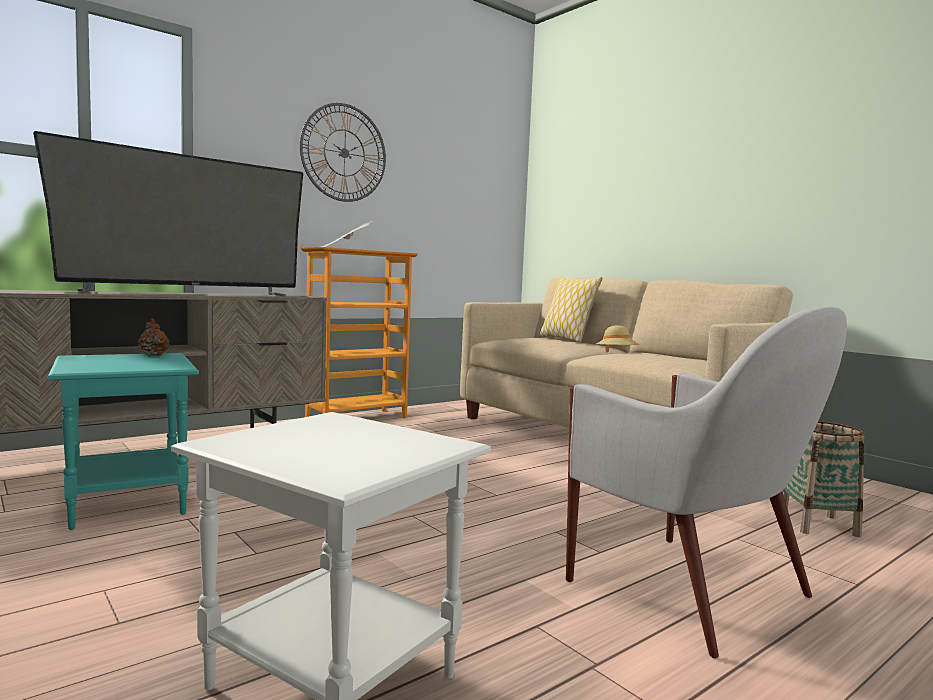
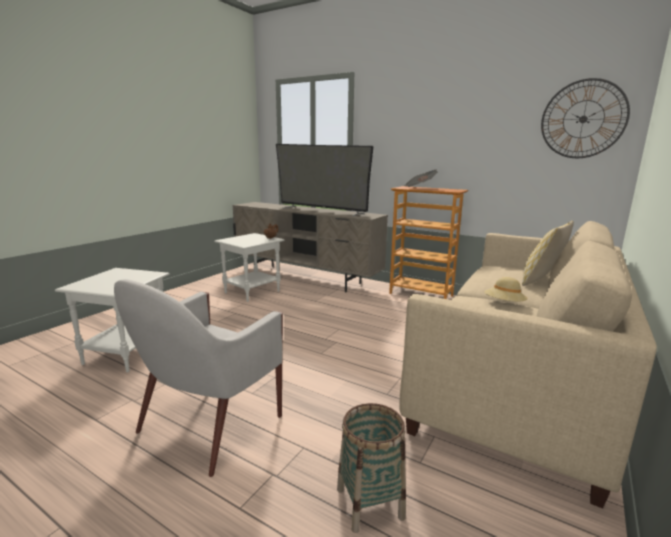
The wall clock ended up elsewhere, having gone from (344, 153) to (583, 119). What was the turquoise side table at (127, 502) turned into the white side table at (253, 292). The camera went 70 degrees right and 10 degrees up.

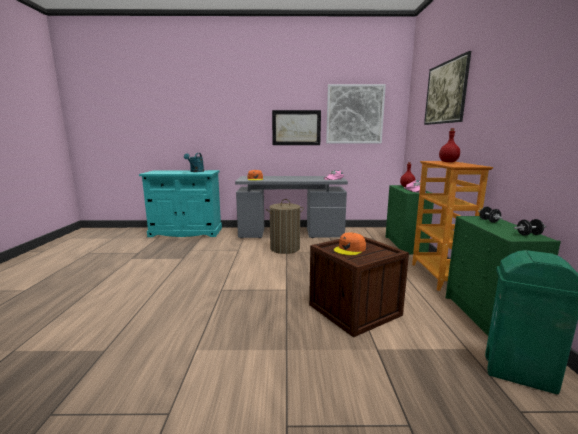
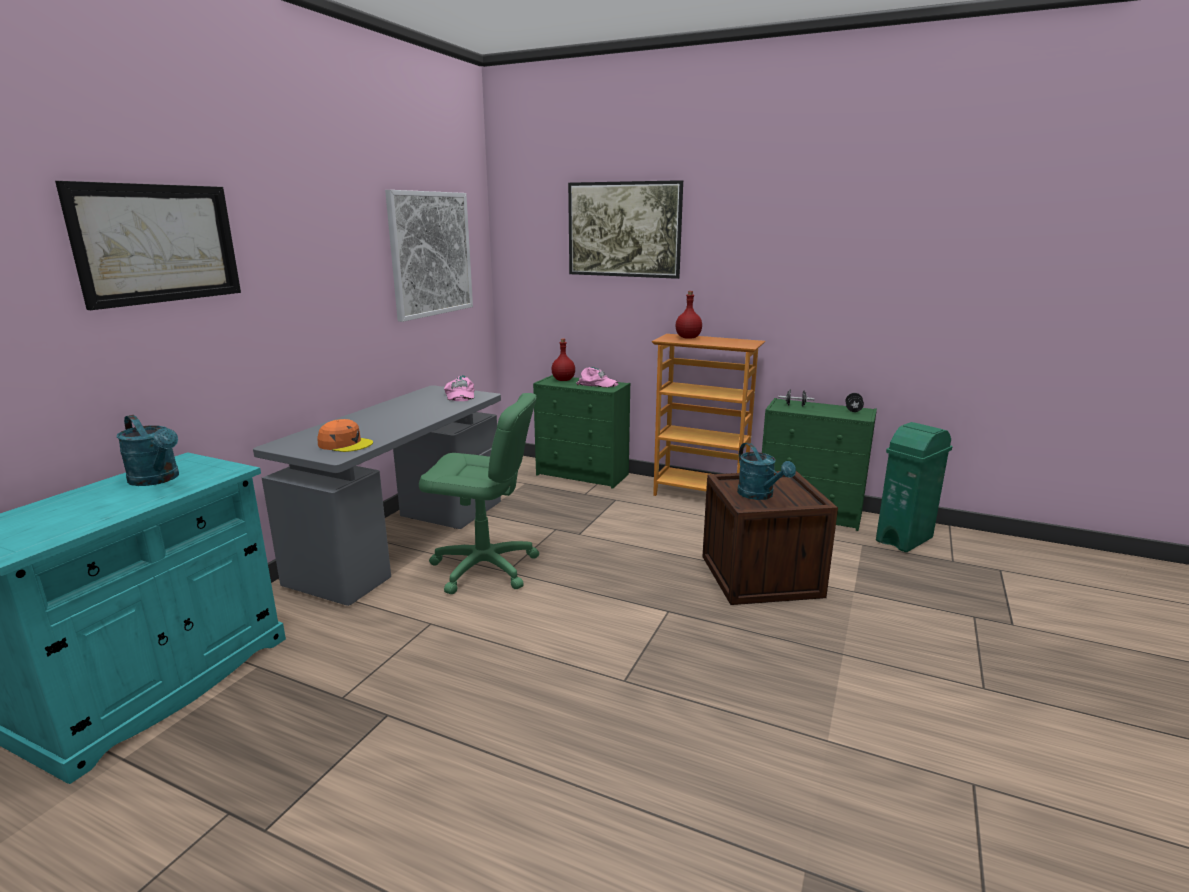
The picture ended up elsewhere, having gone from (296, 127) to (157, 243). Where the laundry basket stood at (285, 248), the green office chair came to stand at (484, 568). Where the orange cap stood at (350, 249), the turquoise watering can came to stand at (760, 495). The camera went 65 degrees left and 5 degrees up.

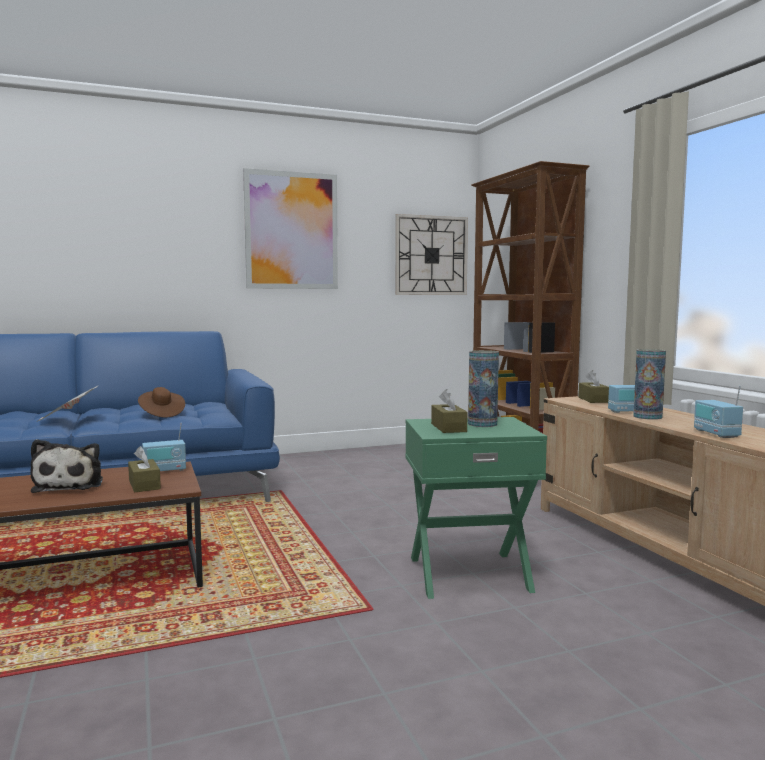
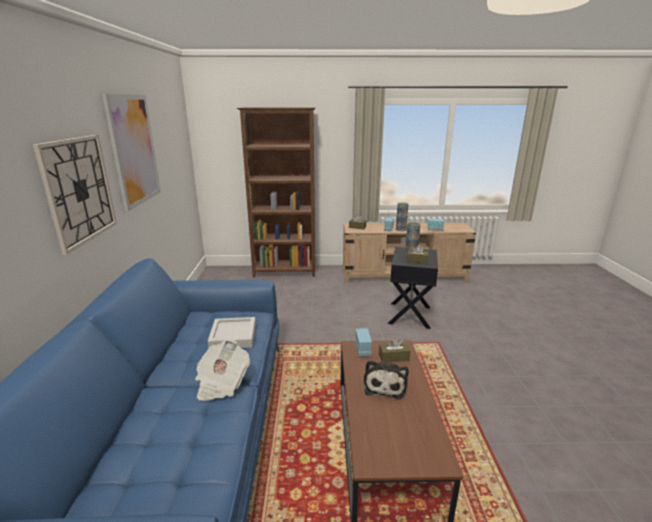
The wall clock ended up elsewhere, having gone from (431, 255) to (79, 190). Where the brown hat stood at (161, 414), the grey tray came to stand at (233, 337). What was the green side table at (468, 573) turned into the black side table at (408, 315). The plush toy at (70, 485) ended up facing another way, 90 degrees clockwise from before. The camera went 70 degrees left and 15 degrees up.

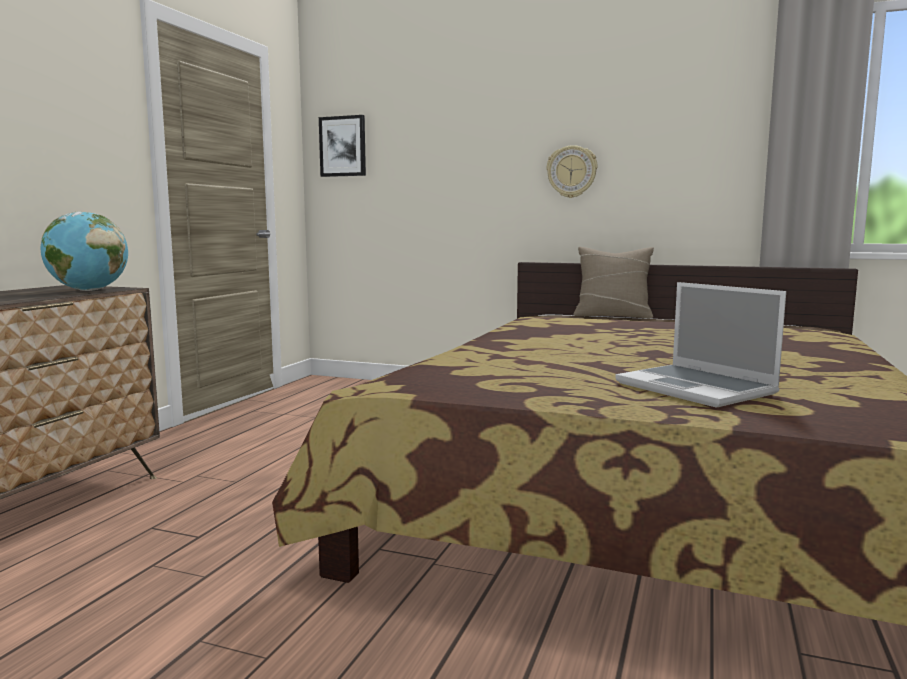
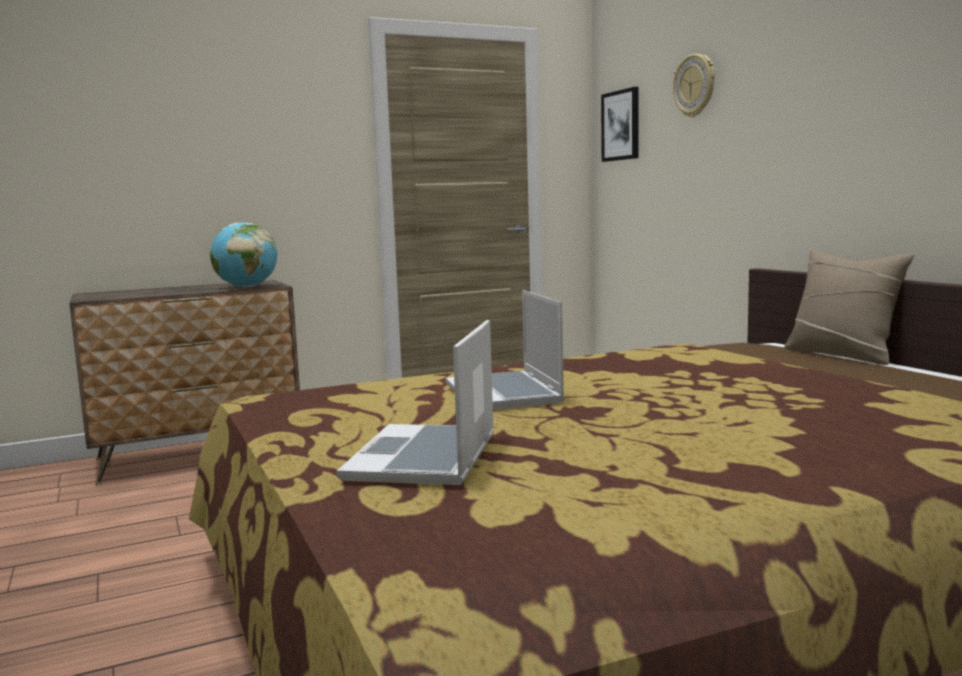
The wall clock ended up elsewhere, having gone from (571, 172) to (695, 85). The second view gained the laptop at (505, 394). The camera went 45 degrees right and 0 degrees up.

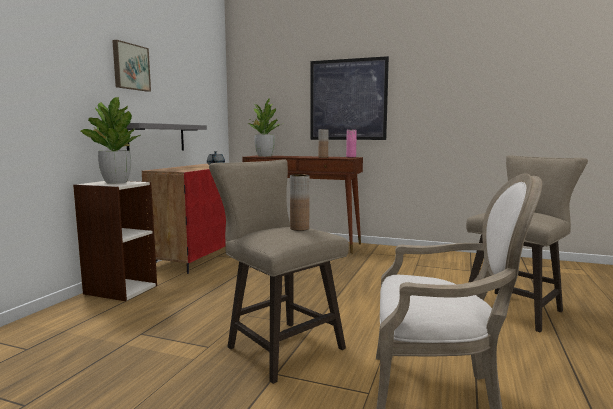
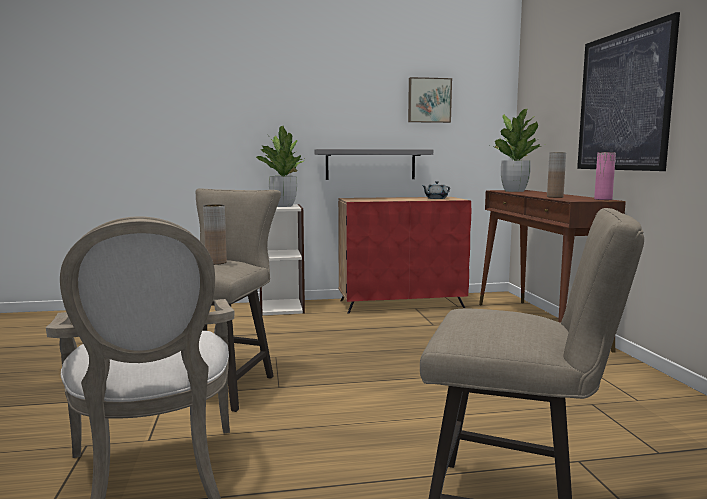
The picture ended up elsewhere, having gone from (130, 67) to (429, 100). The camera went 60 degrees right and 0 degrees up.

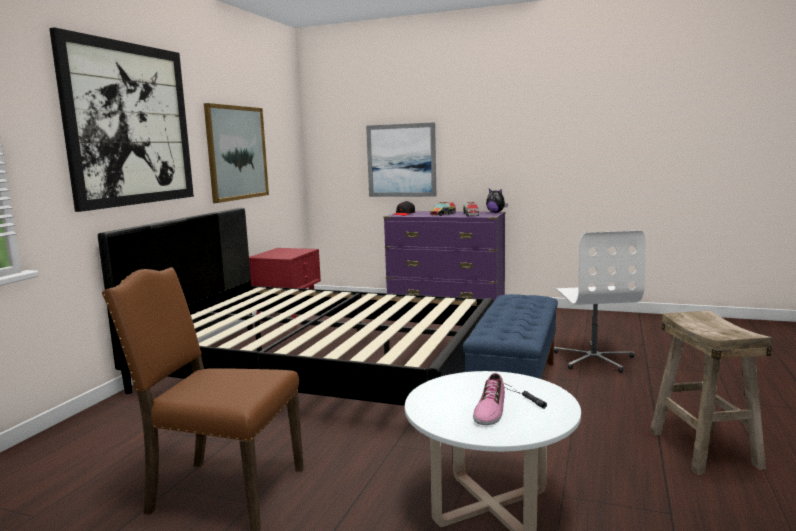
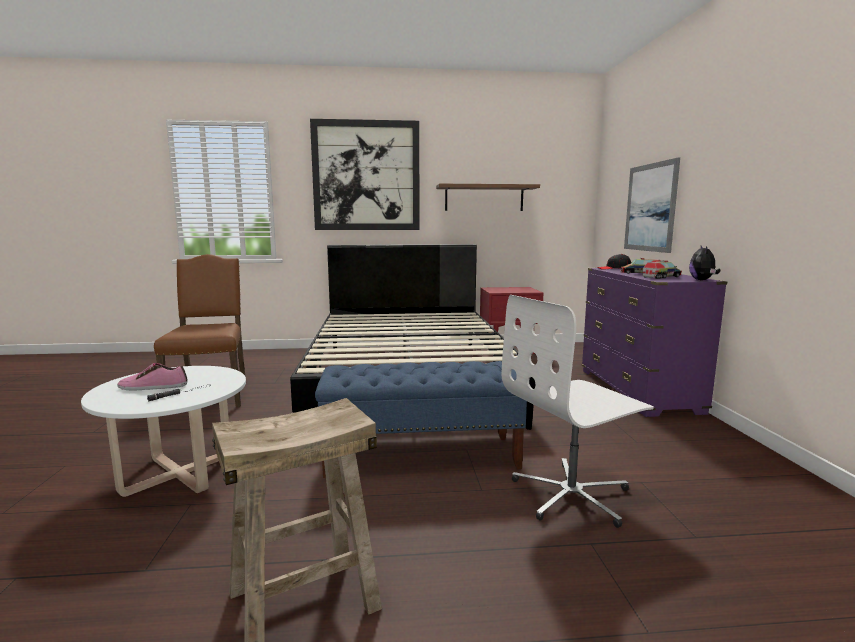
Where the picture hung at (237, 153), the shelf came to hang at (484, 198). The camera went 65 degrees right and 0 degrees up.

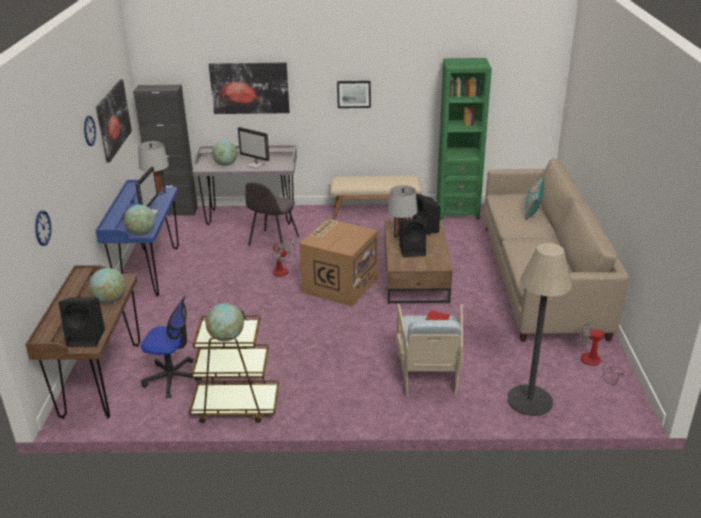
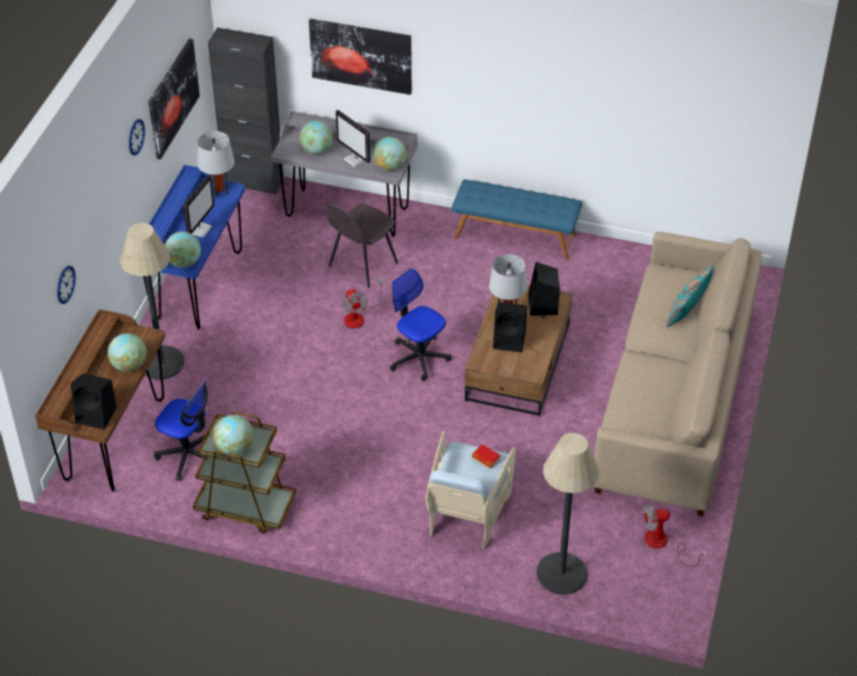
The second view lost the green bookcase at (457, 212). The second view lost the picture at (354, 94). What was the beige bench at (375, 211) turned into the blue bench at (515, 235). Where the cardboard box stood at (340, 285), the office chair came to stand at (419, 357). The fan at (595, 364) ended up facing another way, 45 degrees counterclockwise from before. The second view gained the globe at (389, 167). The second view gained the floor lamp at (161, 363). The camera went 15 degrees right and 15 degrees up.

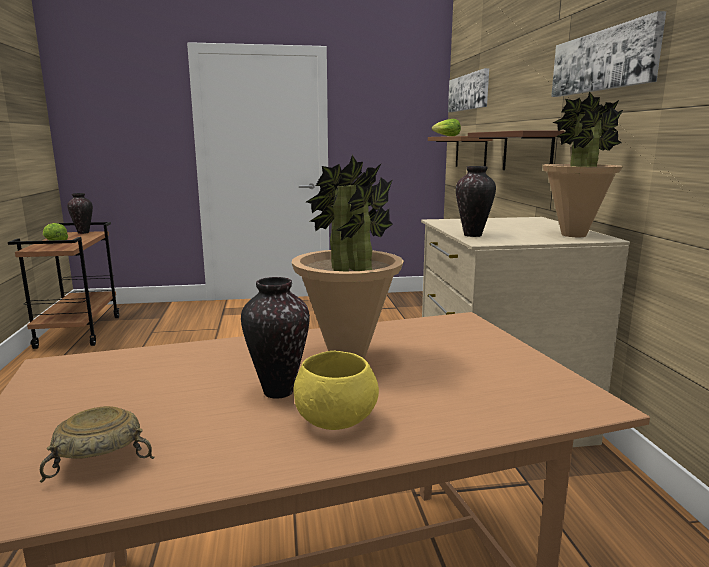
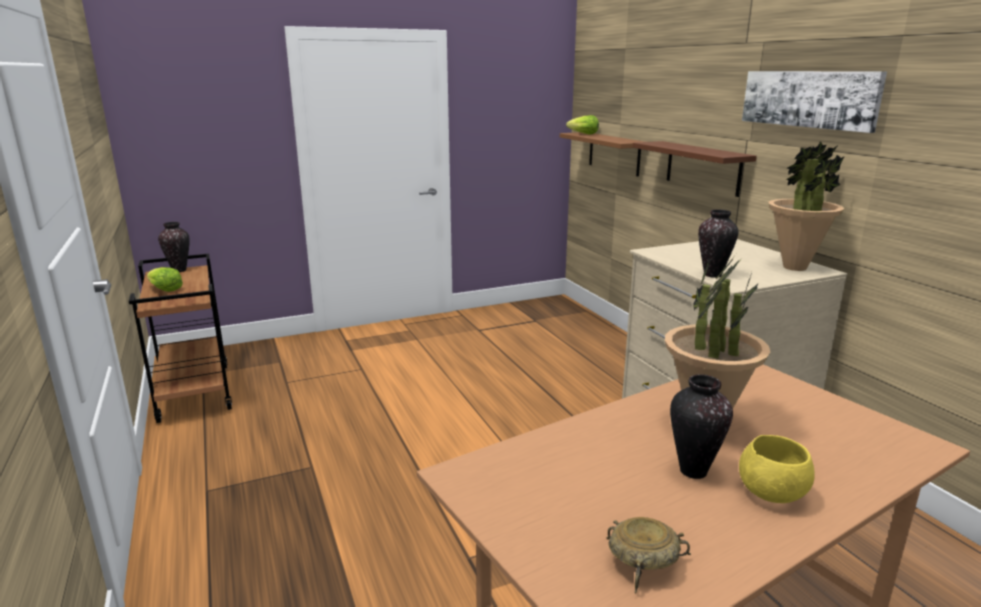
The second view lost the picture at (468, 92). The camera went 15 degrees left and 5 degrees up.

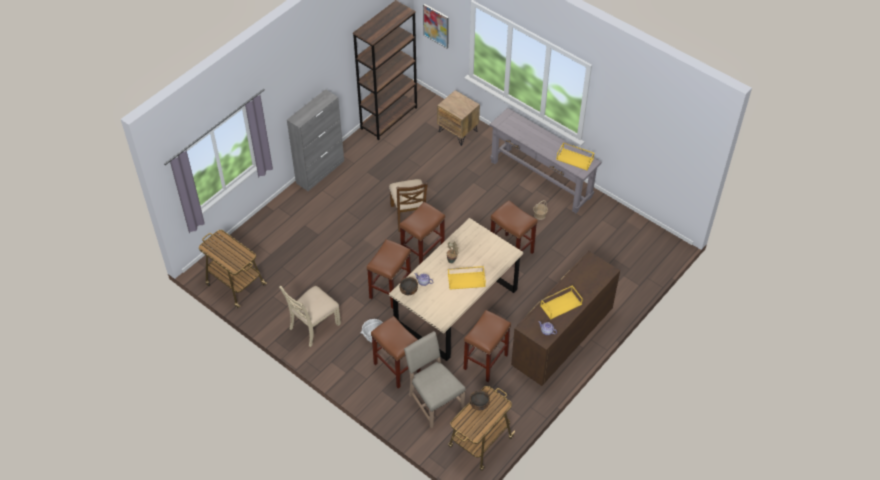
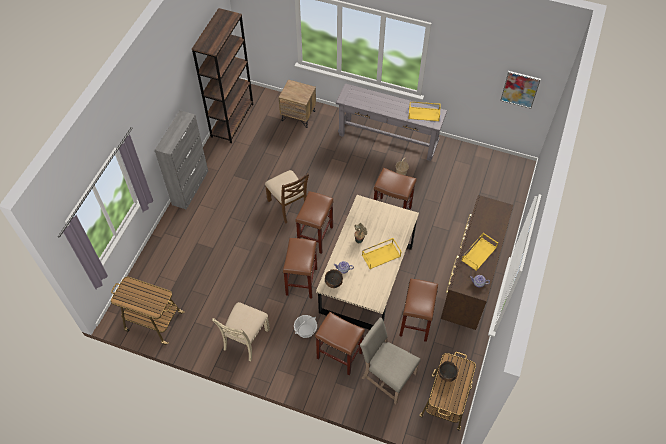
The picture ended up elsewhere, having gone from (436, 25) to (520, 89). The camera went 20 degrees left and 5 degrees up.

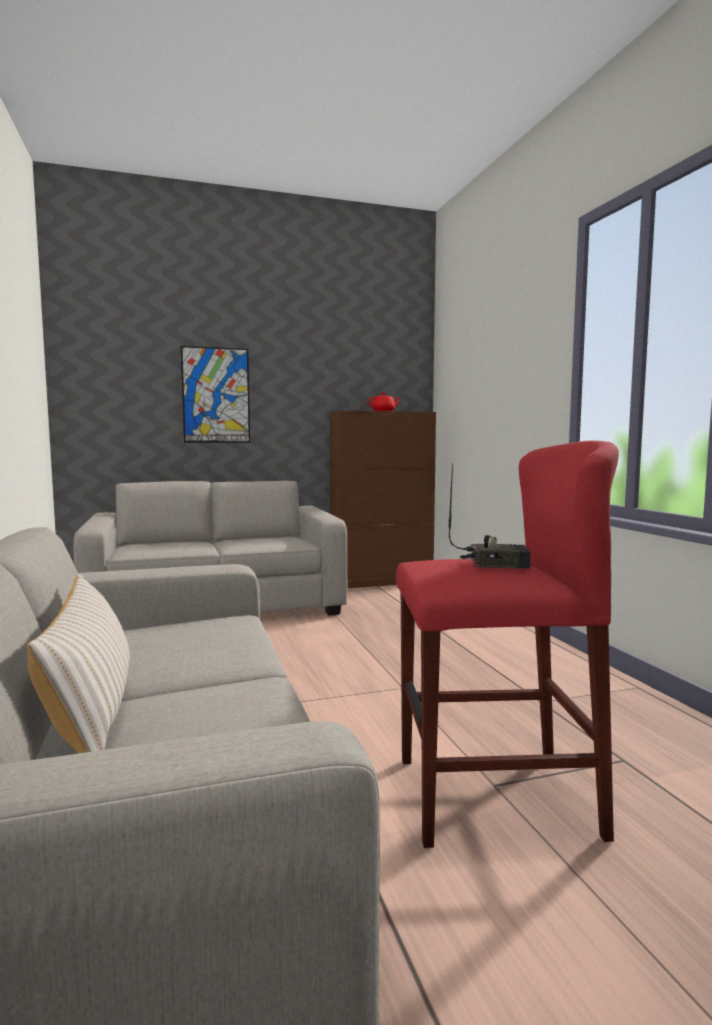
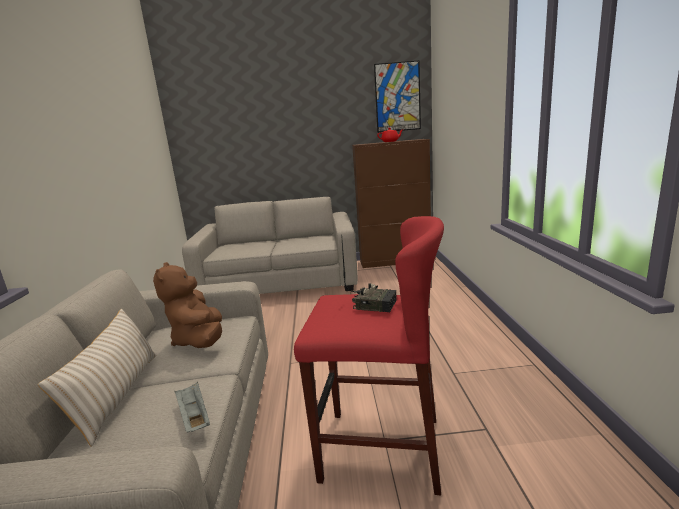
The picture ended up elsewhere, having gone from (216, 395) to (397, 97). The second view gained the brown plush toy at (199, 340). The second view gained the grey tray at (194, 417). The camera went 15 degrees right and 10 degrees up.

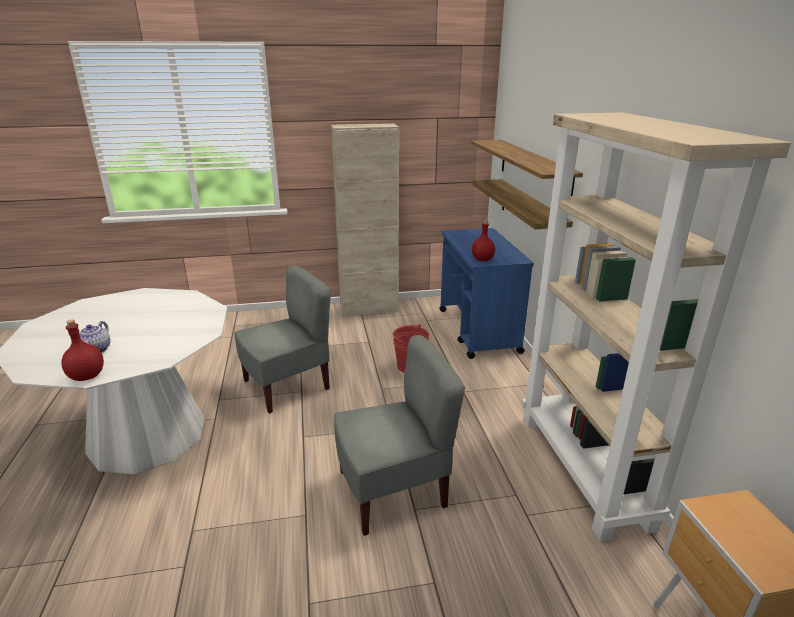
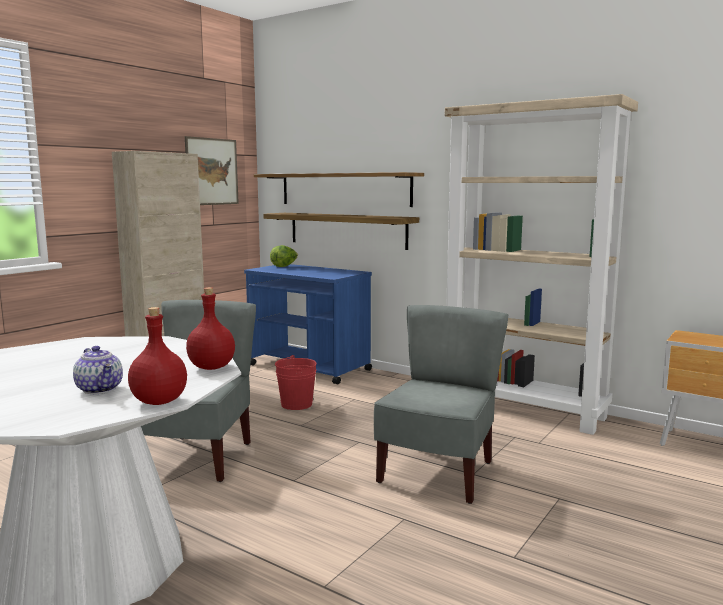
The red bottle ended up elsewhere, having gone from (483, 259) to (212, 367). The second view gained the picture at (212, 171). The second view gained the lettuce at (284, 266). The camera went 45 degrees left and 15 degrees down.

